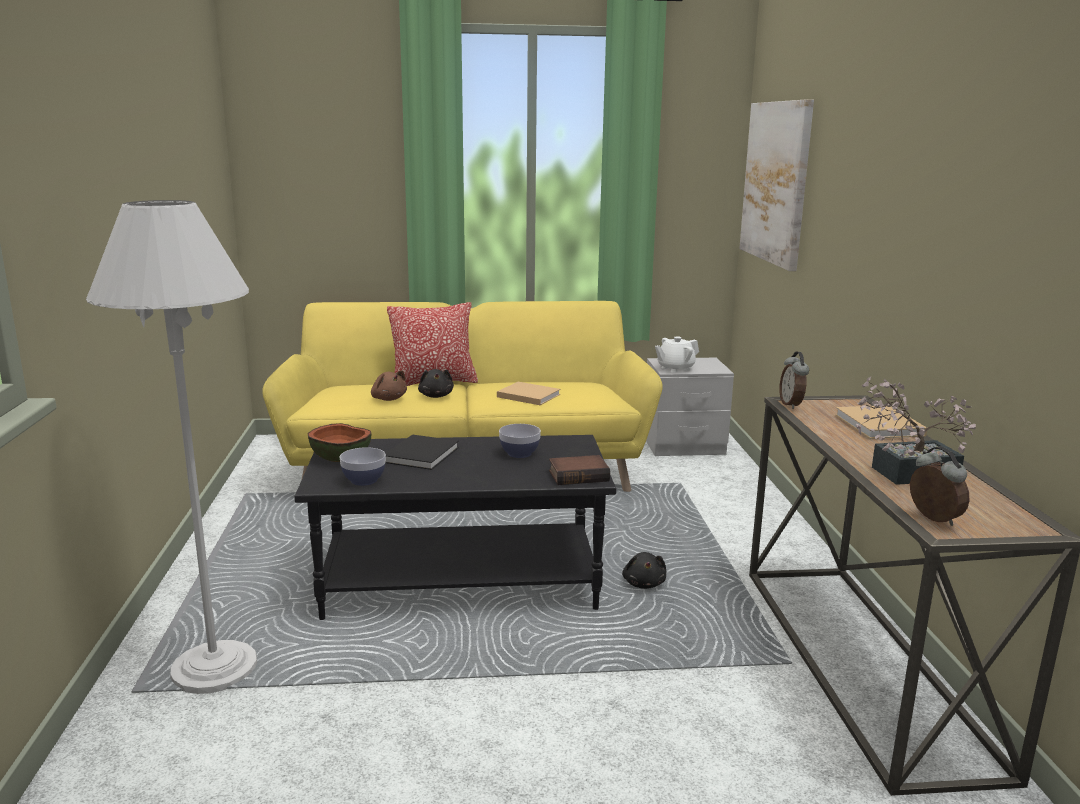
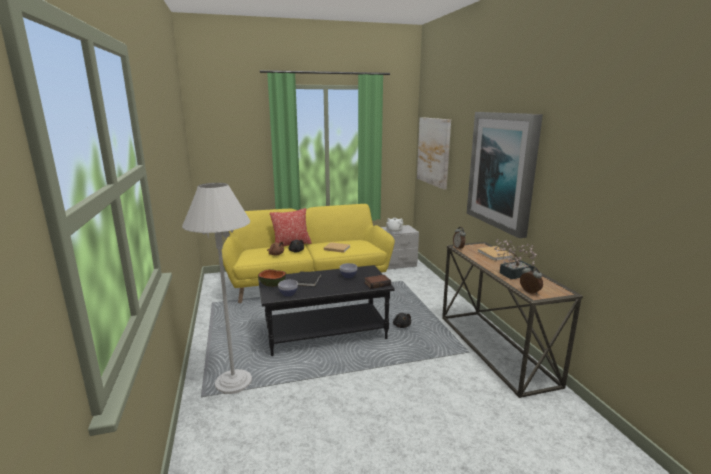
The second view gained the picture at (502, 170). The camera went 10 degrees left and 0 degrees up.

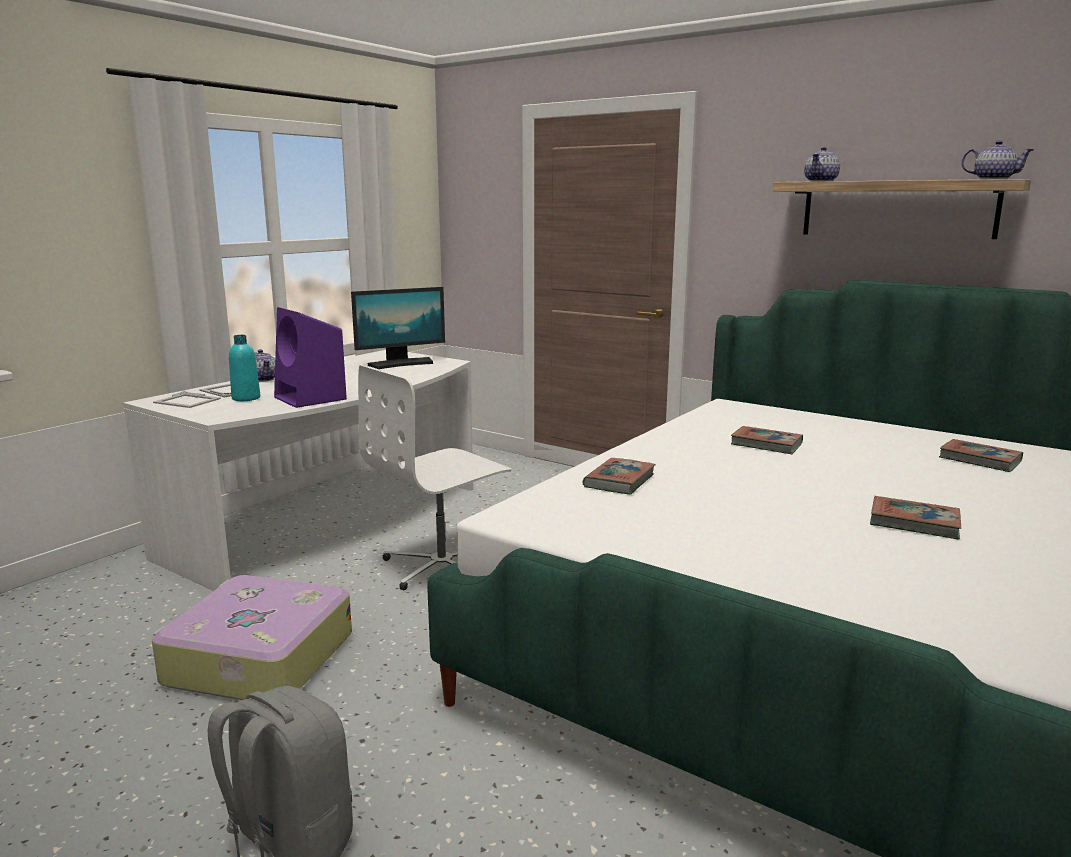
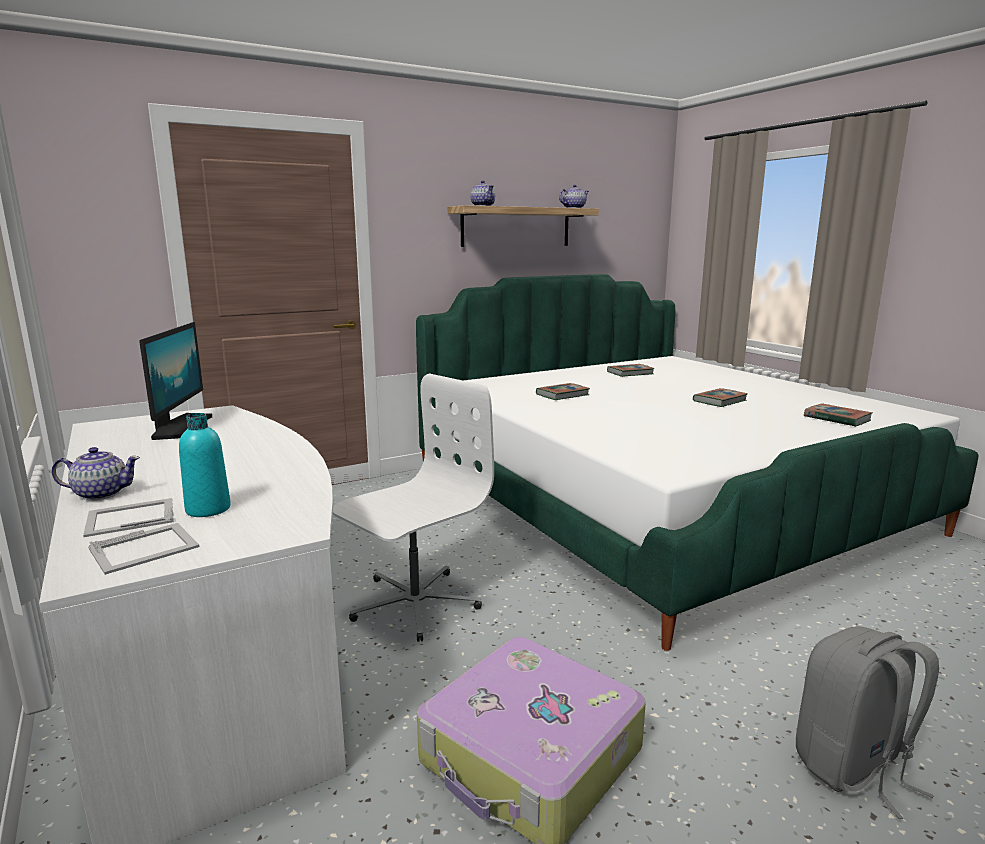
The second view lost the purple speaker at (311, 398). The white office chair at (443, 566) ended up facing another way, 120 degrees counterclockwise from before. The book ended up elsewhere, having gone from (619, 481) to (836, 419). The camera went 65 degrees left and 0 degrees up.

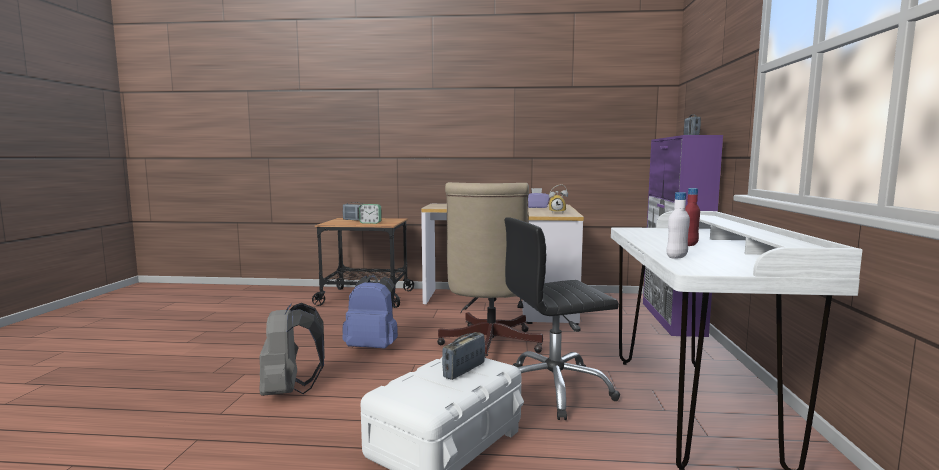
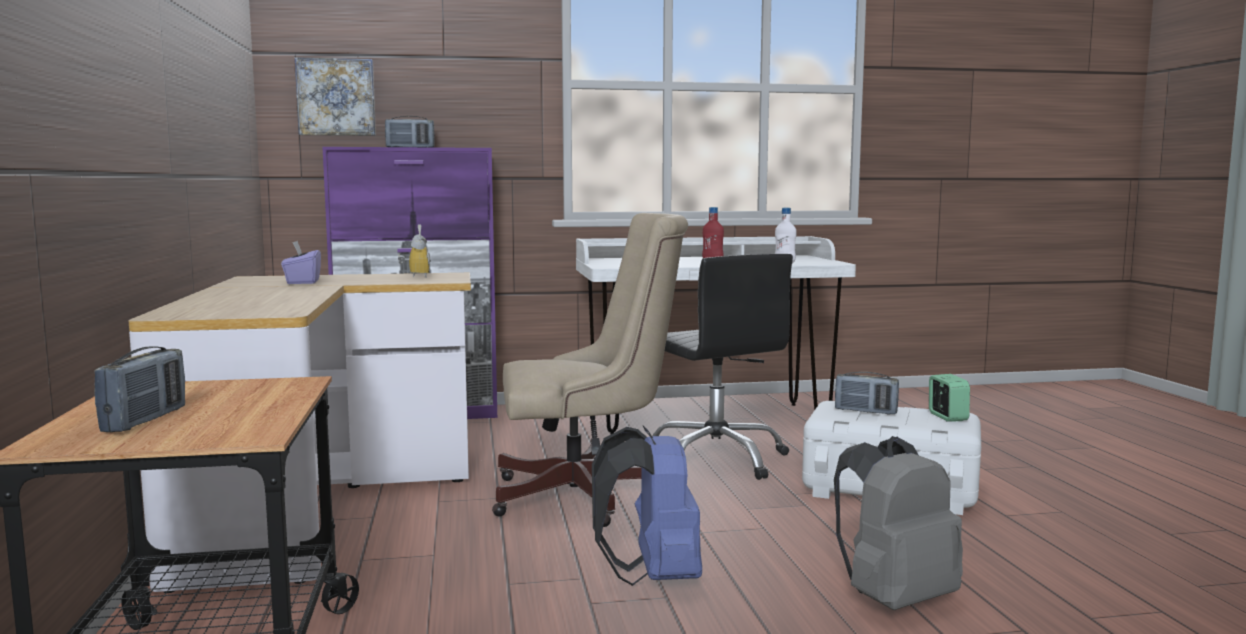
The alarm clock ended up elsewhere, having gone from (370, 223) to (947, 417). The second view gained the picture at (336, 97). The camera went 105 degrees left and 0 degrees up.

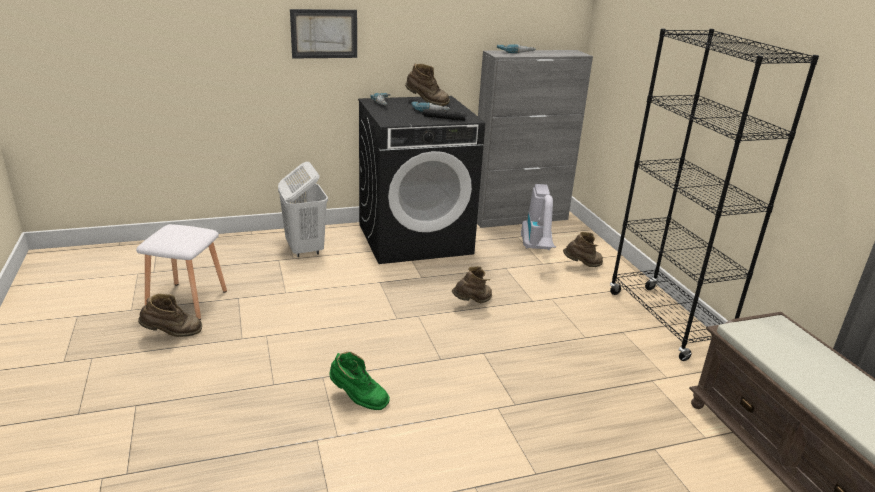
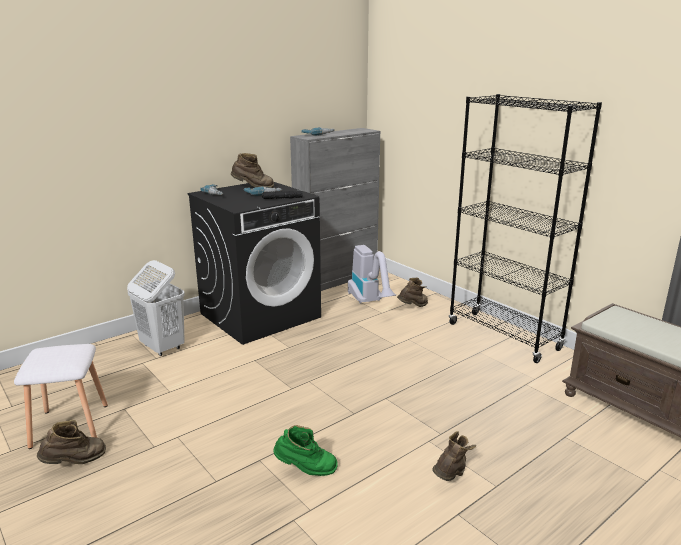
The second view lost the picture at (324, 33). The brown boot ended up elsewhere, having gone from (472, 303) to (451, 476). The camera went 20 degrees left and 5 degrees down.

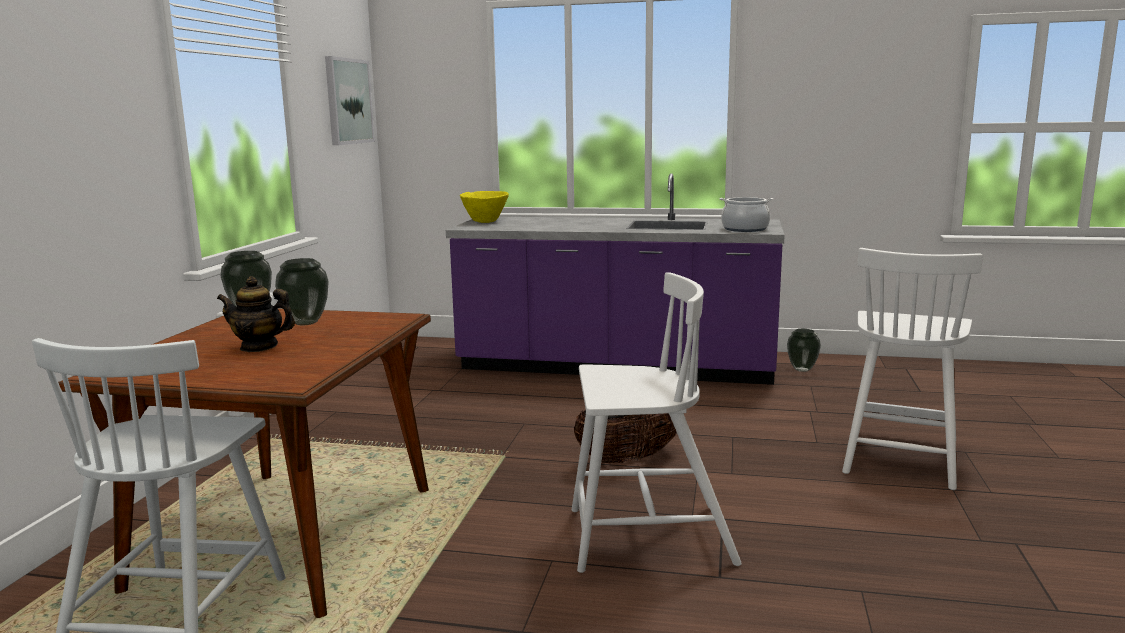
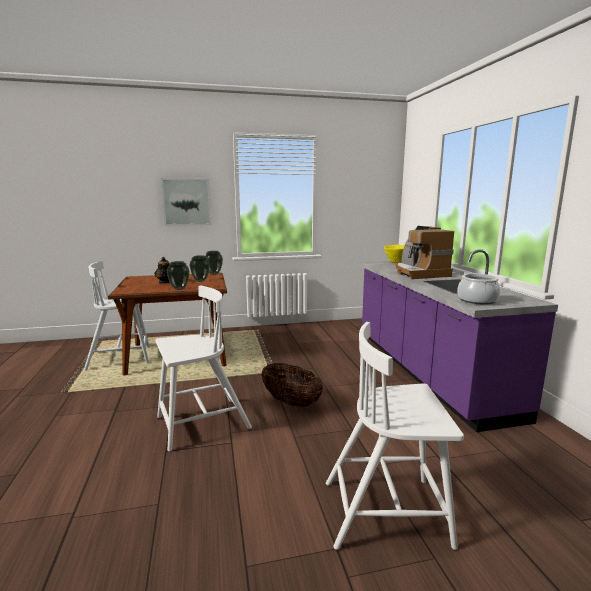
The picture ended up elsewhere, having gone from (348, 101) to (186, 202). The white chair at (646, 537) ended up facing another way, 90 degrees counterclockwise from before. The vase ended up elsewhere, having gone from (801, 369) to (179, 288). The second view gained the coffee machine at (419, 273). The camera went 65 degrees right and 0 degrees up.

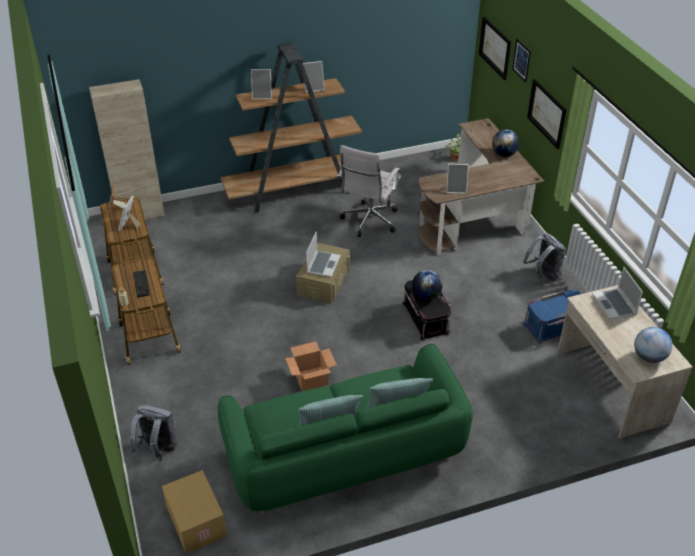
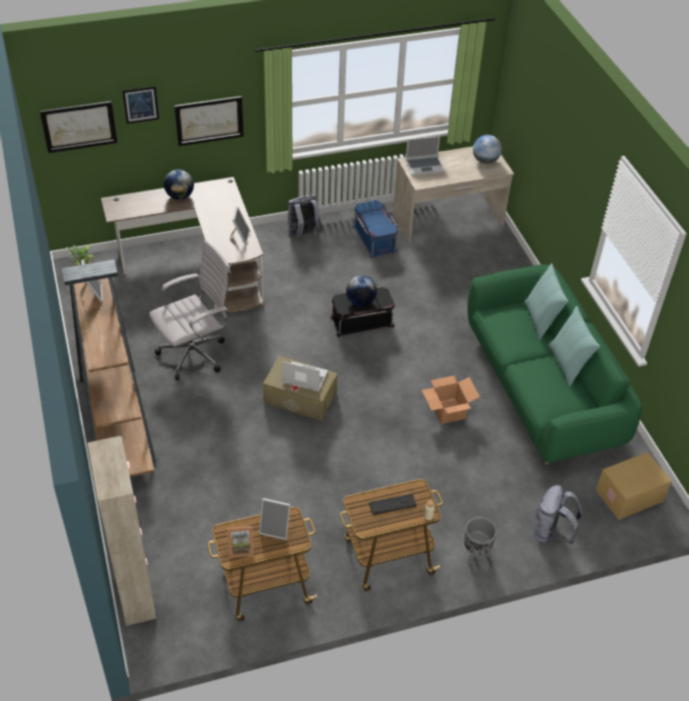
The second view lost the picture frame at (262, 95). The white office chair at (369, 222) ended up facing another way, 60 degrees counterclockwise from before. The second view gained the grey planter at (475, 554). The camera went 90 degrees left and 5 degrees up.

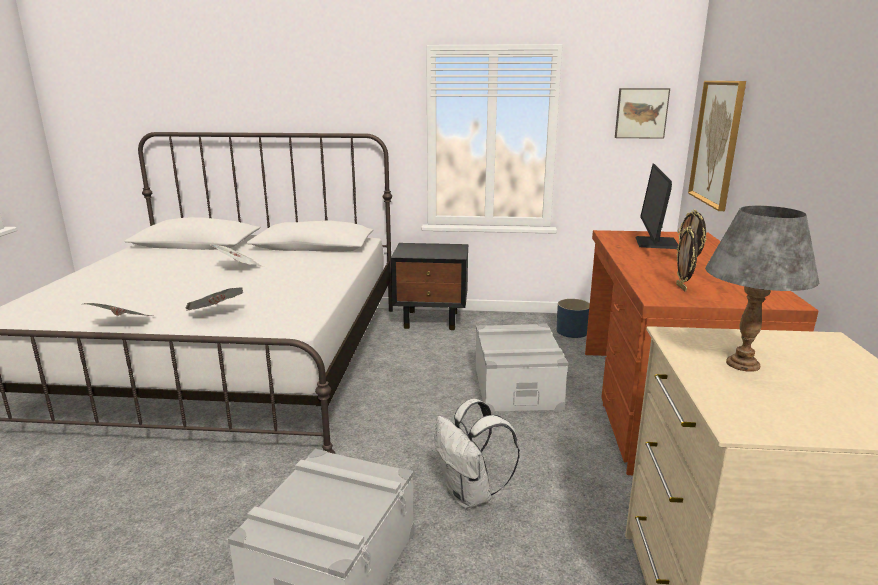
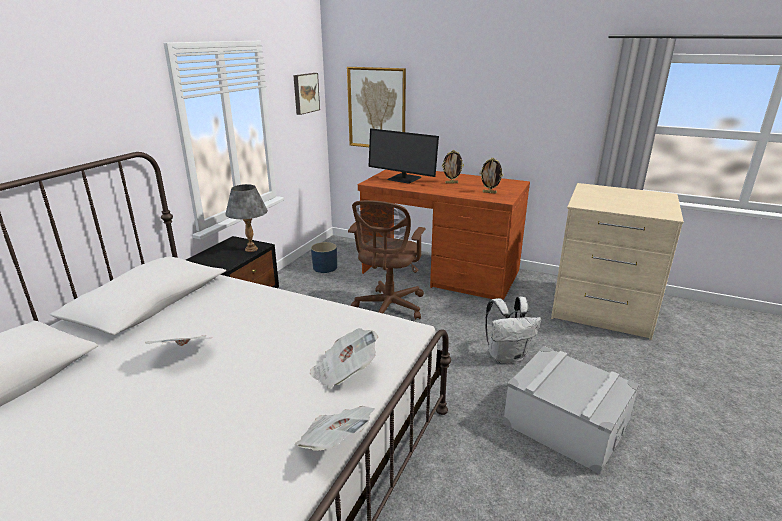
The grey table lamp ended up elsewhere, having gone from (743, 364) to (251, 249). Where the grey storage box stood at (516, 387), the brown office chair came to stand at (388, 308). The camera went 70 degrees left and 5 degrees up.

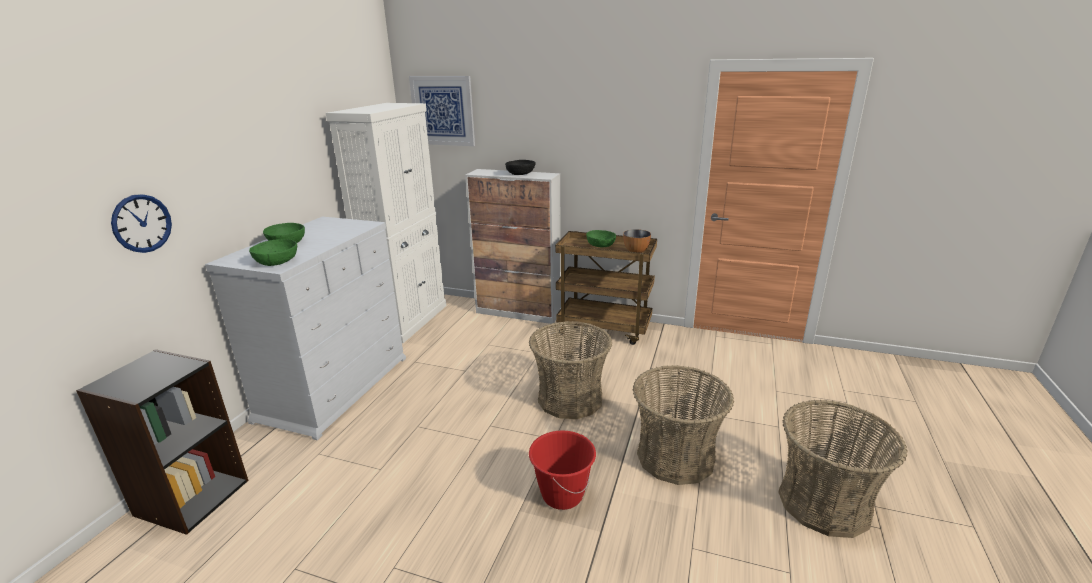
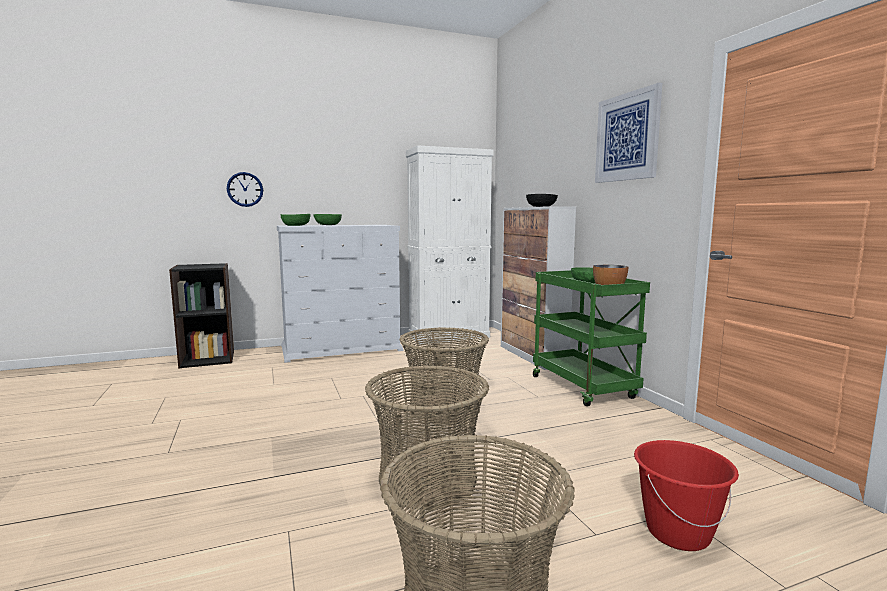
The picture ended up elsewhere, having gone from (443, 111) to (627, 137). What was the brown cart at (605, 329) turned into the green cart at (584, 388). The red bucket ended up elsewhere, having gone from (562, 494) to (677, 532). The camera went 50 degrees right and 15 degrees down.

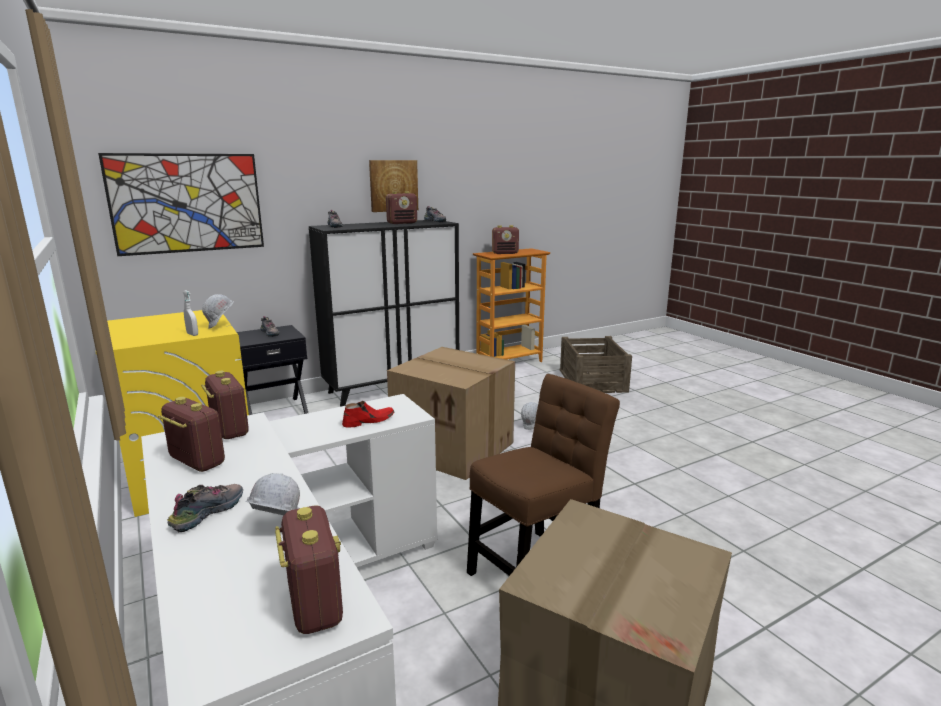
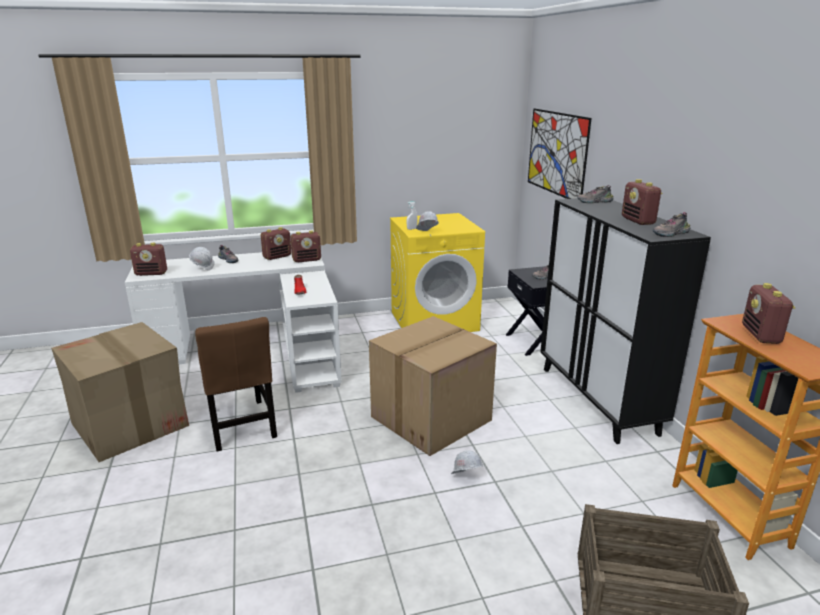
The second view lost the picture at (393, 185). The camera went 105 degrees right and 5 degrees up.

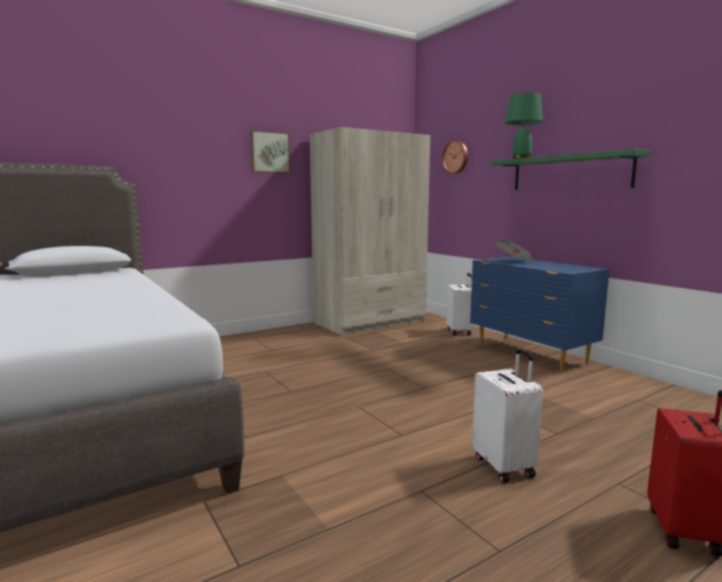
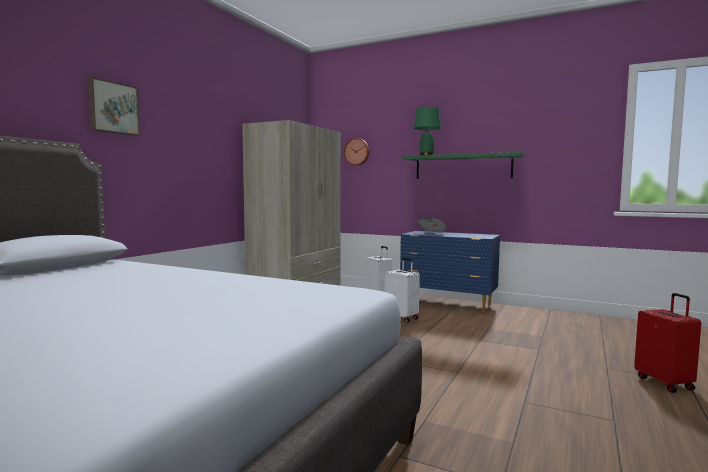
The picture ended up elsewhere, having gone from (269, 152) to (113, 108). The white suitcase ended up elsewhere, having gone from (504, 466) to (402, 318). The camera went 30 degrees left and 5 degrees down.

